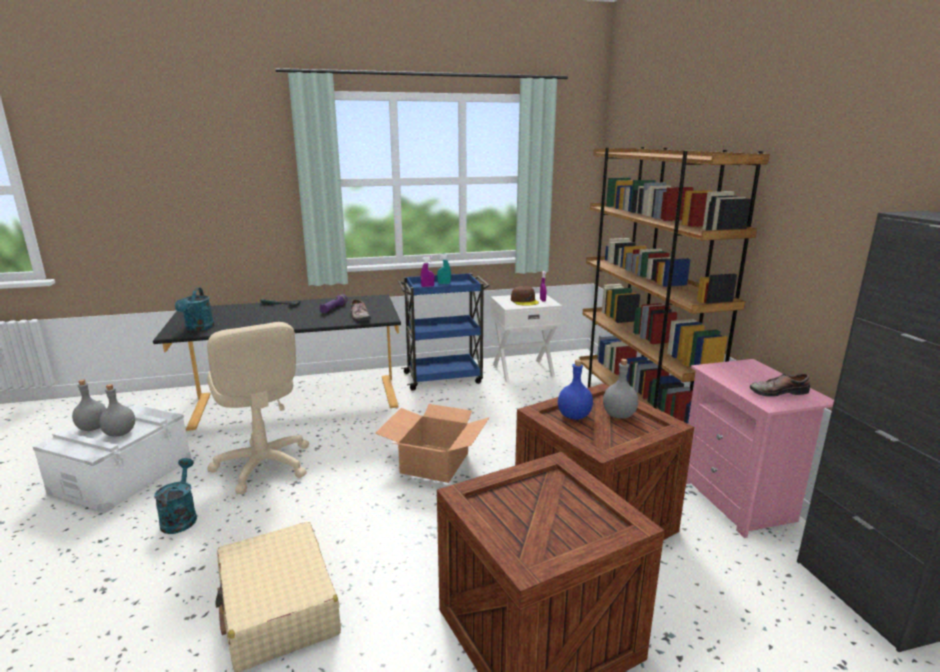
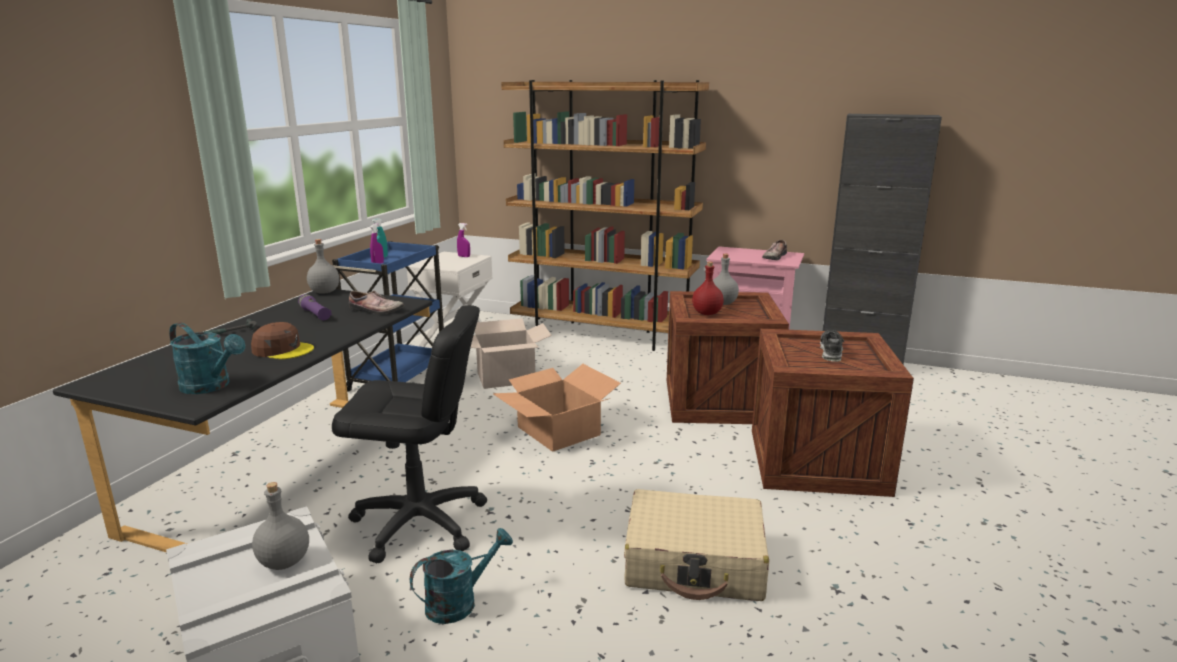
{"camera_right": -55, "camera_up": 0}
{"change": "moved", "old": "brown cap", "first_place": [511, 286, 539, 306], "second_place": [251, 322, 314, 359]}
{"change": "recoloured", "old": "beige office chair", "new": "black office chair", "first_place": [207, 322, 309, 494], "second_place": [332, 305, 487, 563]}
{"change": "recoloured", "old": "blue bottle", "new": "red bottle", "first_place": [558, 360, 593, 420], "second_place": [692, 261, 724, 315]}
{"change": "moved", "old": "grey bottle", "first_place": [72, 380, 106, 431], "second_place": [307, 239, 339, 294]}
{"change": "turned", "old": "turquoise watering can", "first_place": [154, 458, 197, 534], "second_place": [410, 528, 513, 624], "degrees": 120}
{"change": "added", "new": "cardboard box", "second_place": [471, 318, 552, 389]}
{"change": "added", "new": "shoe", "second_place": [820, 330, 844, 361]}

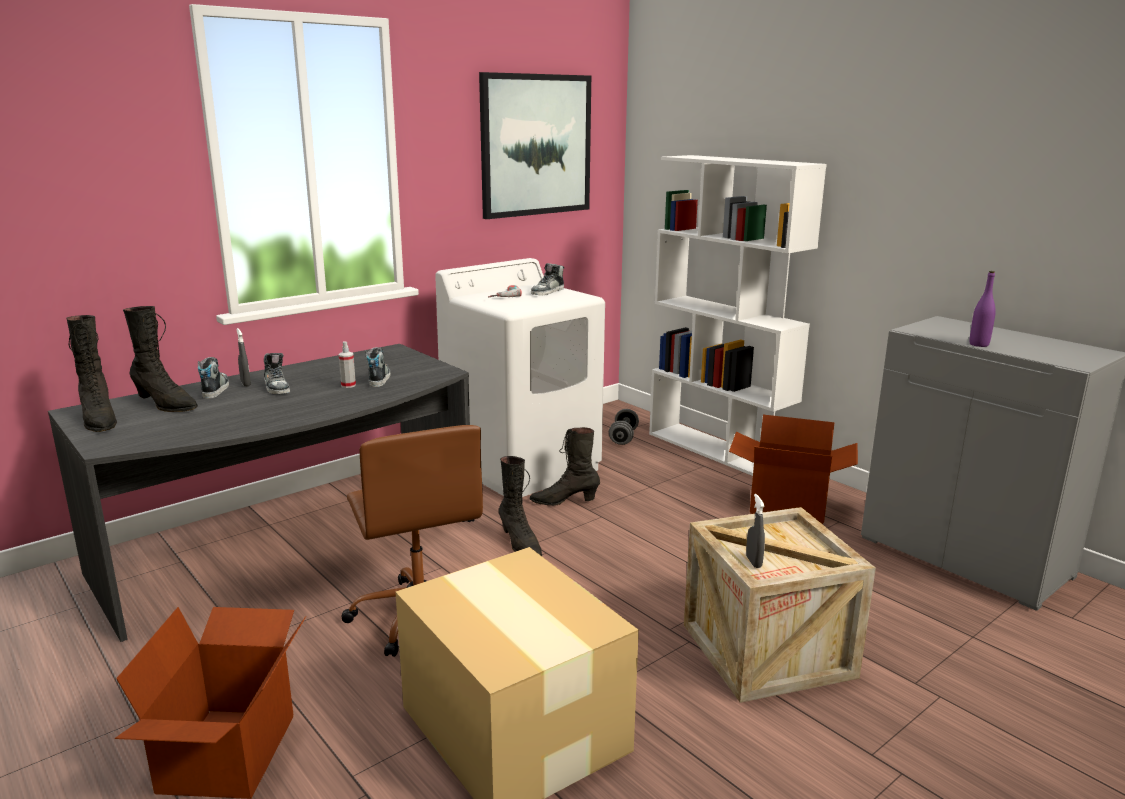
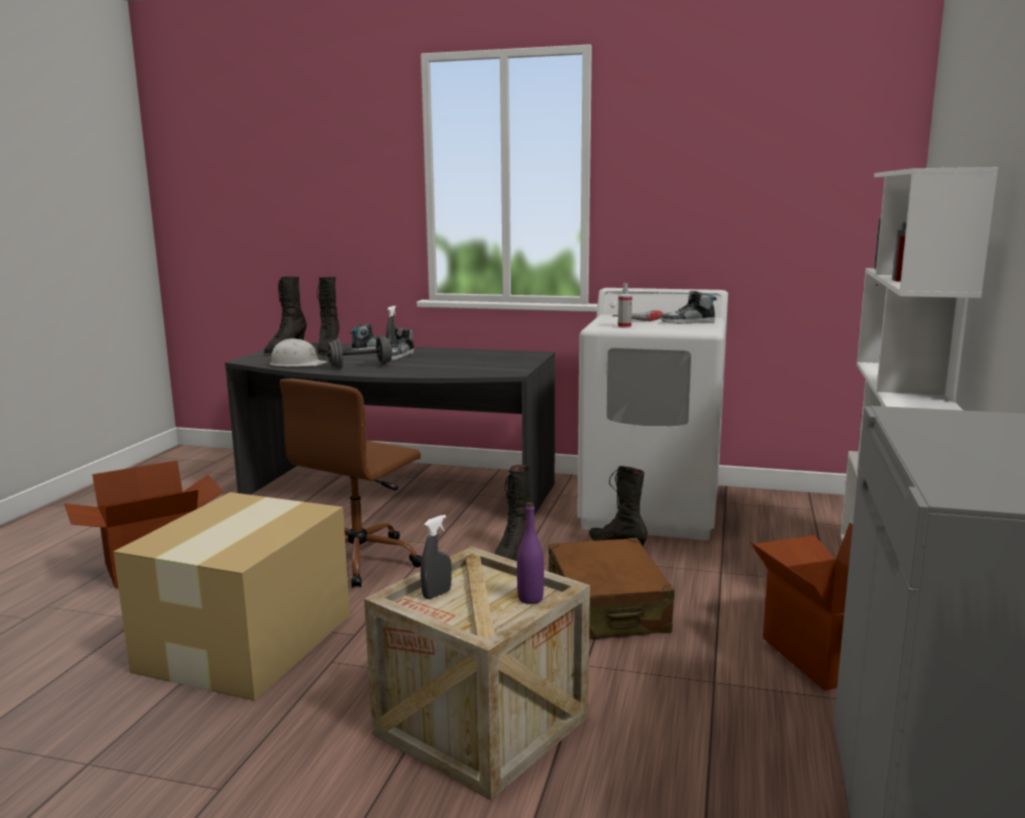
{"camera_right": 55, "camera_up": -5}
{"change": "removed", "old": "picture", "first_place": [479, 72, 591, 219]}
{"change": "moved", "old": "purple bottle", "first_place": [969, 271, 996, 347], "second_place": [517, 502, 544, 604]}
{"change": "moved", "old": "spray bottle", "first_place": [339, 341, 356, 388], "second_place": [618, 283, 632, 328]}
{"change": "removed", "old": "shoe", "first_place": [365, 347, 390, 387]}
{"change": "moved", "old": "grey dumbbell", "first_place": [609, 409, 639, 445], "second_place": [327, 335, 392, 369]}
{"change": "added", "new": "white hard hat", "second_place": [267, 338, 327, 367]}
{"change": "added", "new": "brown suitcase", "second_place": [548, 538, 675, 639]}

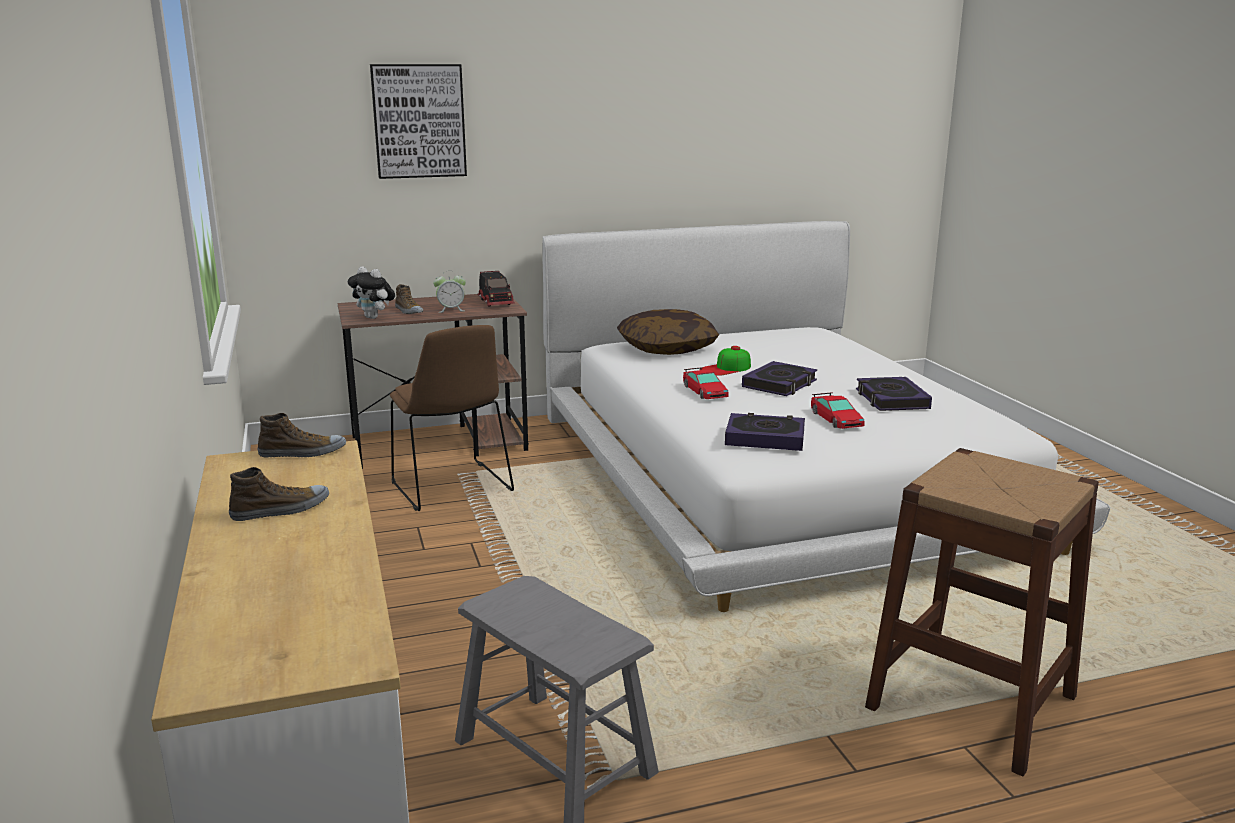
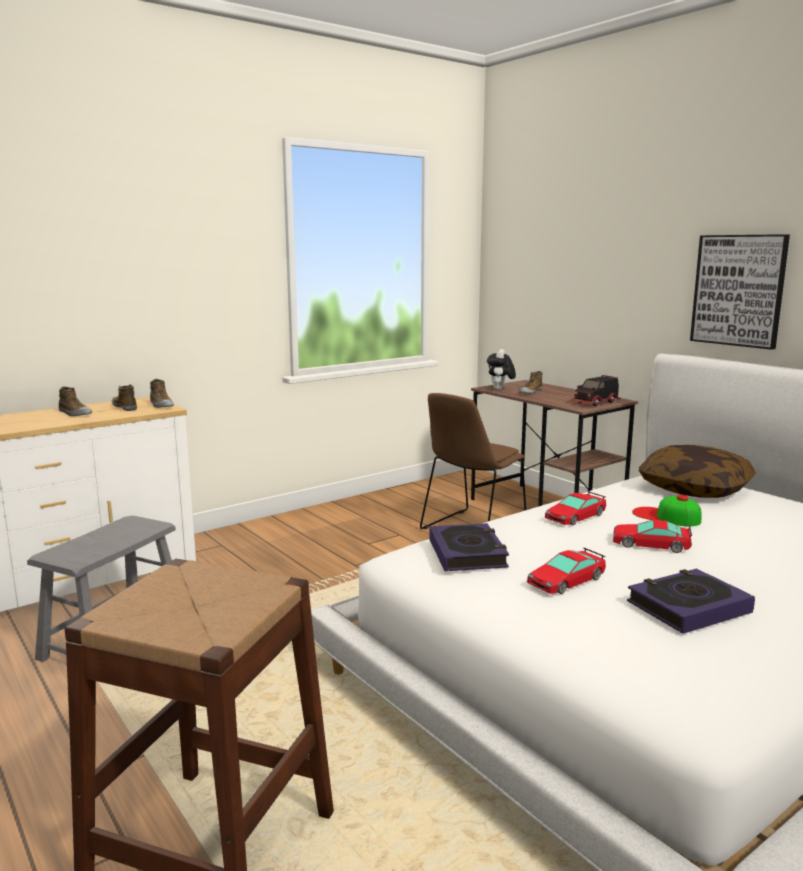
{"camera_right": 70, "camera_up": -5}
{"change": "moved", "old": "picture", "first_place": [370, 64, 467, 179], "second_place": [690, 234, 790, 350]}
{"change": "removed", "old": "alarm clock", "first_place": [433, 272, 466, 313]}
{"change": "replaced", "old": "book", "new": "toy car", "first_place": [742, 361, 817, 396], "second_place": [613, 519, 692, 553]}
{"change": "added", "new": "shoe", "second_place": [112, 385, 137, 411]}

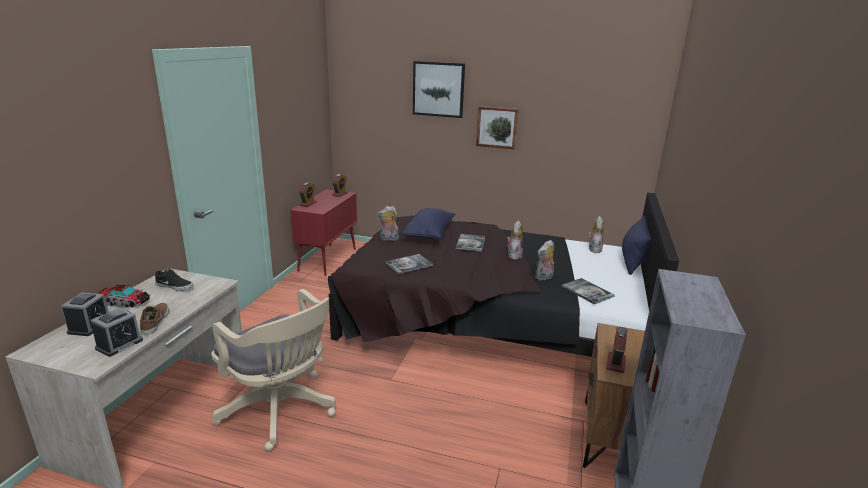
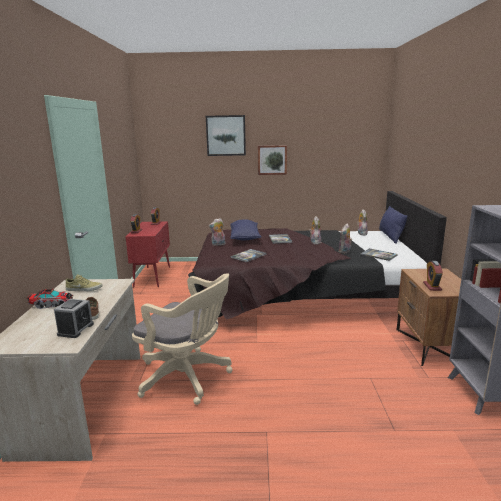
{"camera_right": -15, "camera_up": -5}
{"change": "recoloured", "old": "black shoe", "new": "beige shoe", "first_place": [155, 268, 193, 291], "second_place": [66, 274, 103, 291]}
{"change": "removed", "old": "alarm clock", "first_place": [61, 293, 108, 336]}

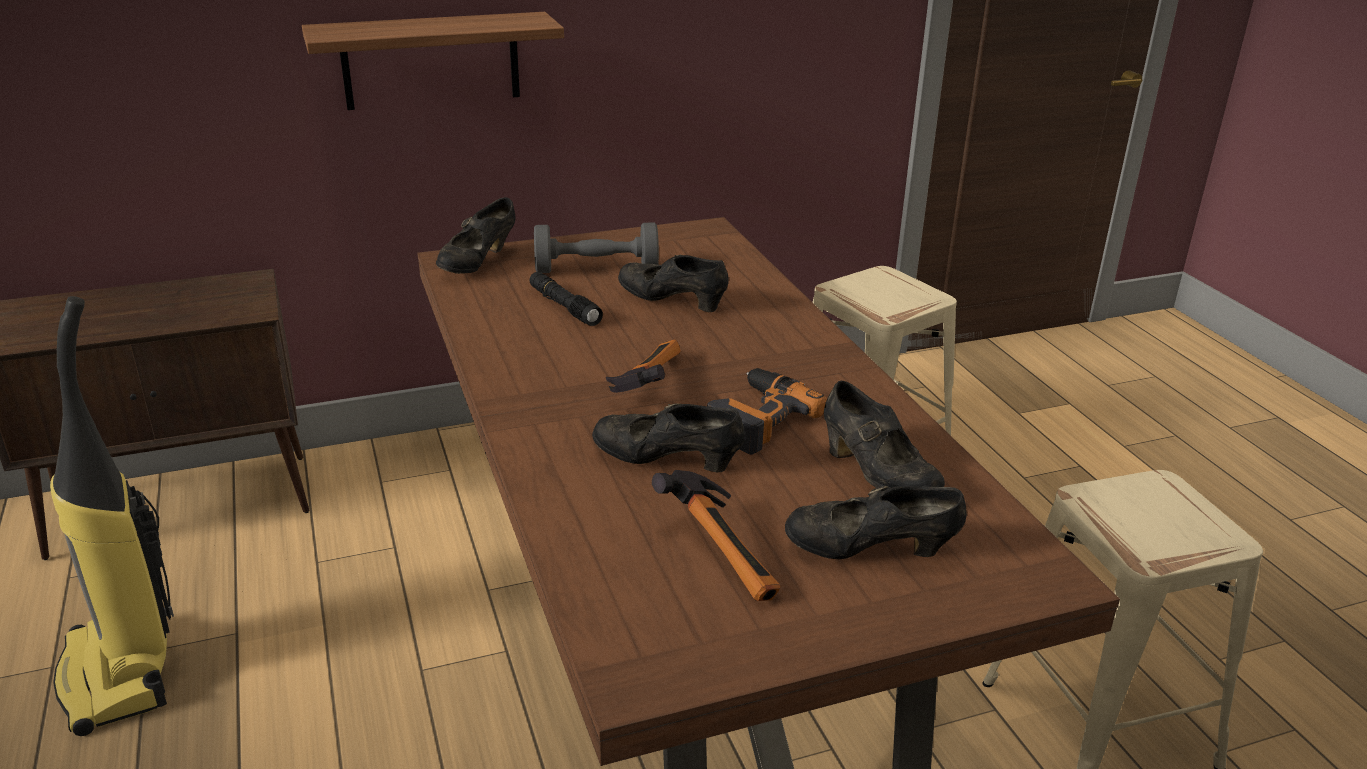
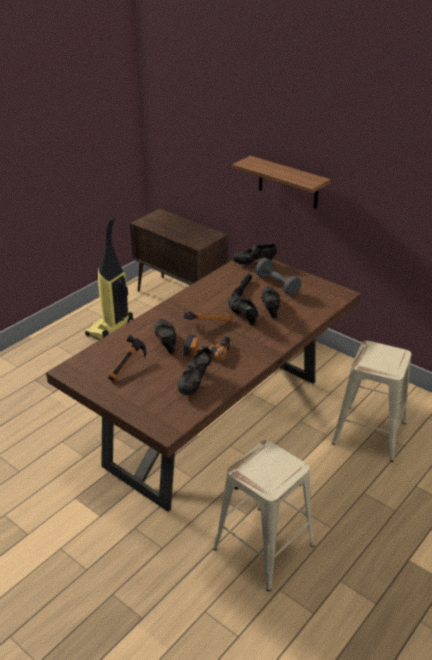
{"camera_right": 60, "camera_up": 5}
{"change": "moved", "old": "black shoe", "first_place": [785, 486, 967, 559], "second_place": [228, 295, 258, 325]}

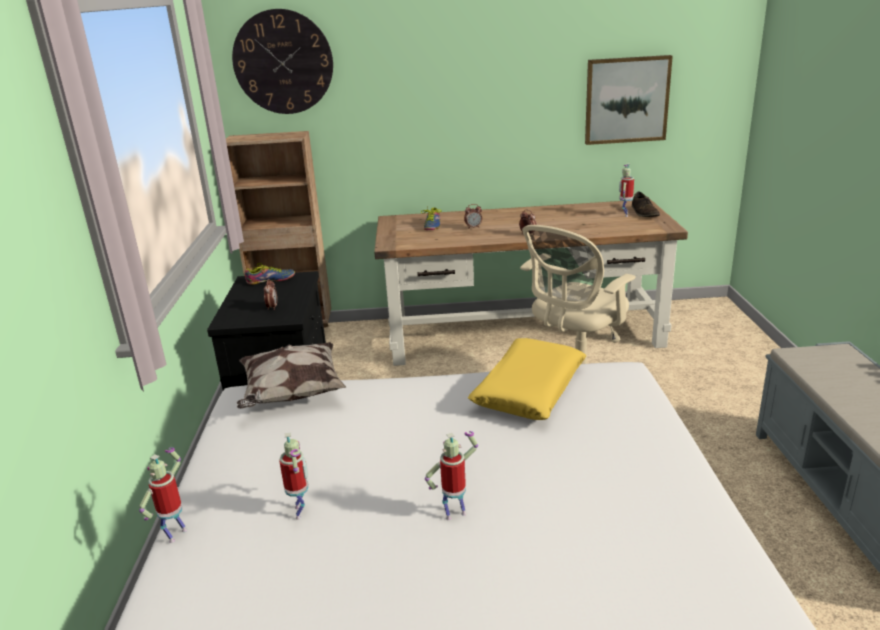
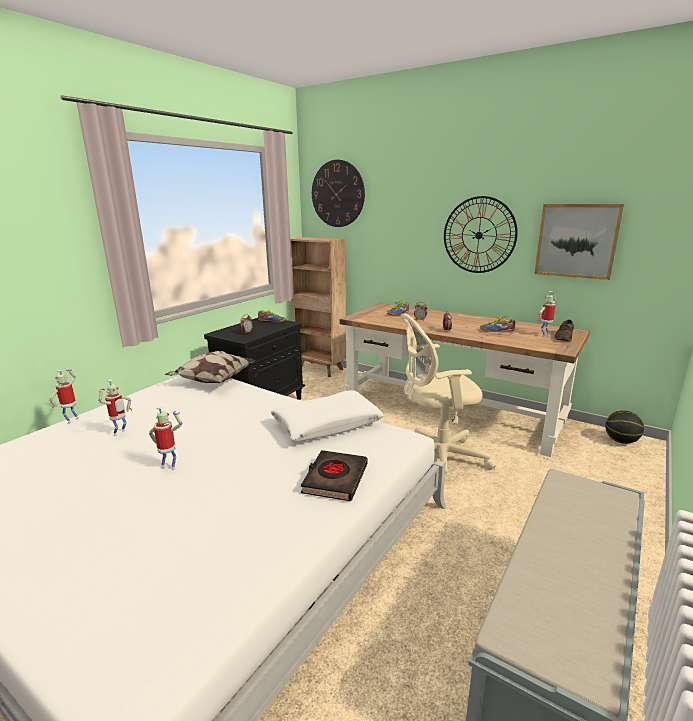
{"camera_right": 35, "camera_up": -5}
{"change": "recoloured", "old": "yellow pillow", "new": "white pillow", "first_place": [468, 338, 586, 420], "second_place": [271, 390, 384, 441]}
{"change": "turned", "old": "toy robot", "first_place": [139, 448, 187, 543], "second_place": [49, 369, 79, 423], "degrees": -45}
{"change": "added", "new": "wall clock", "second_place": [444, 196, 518, 273]}
{"change": "added", "new": "shoe", "second_place": [480, 316, 515, 332]}
{"change": "added", "new": "basketball", "second_place": [605, 410, 644, 444]}
{"change": "added", "new": "black book", "second_place": [301, 450, 367, 501]}

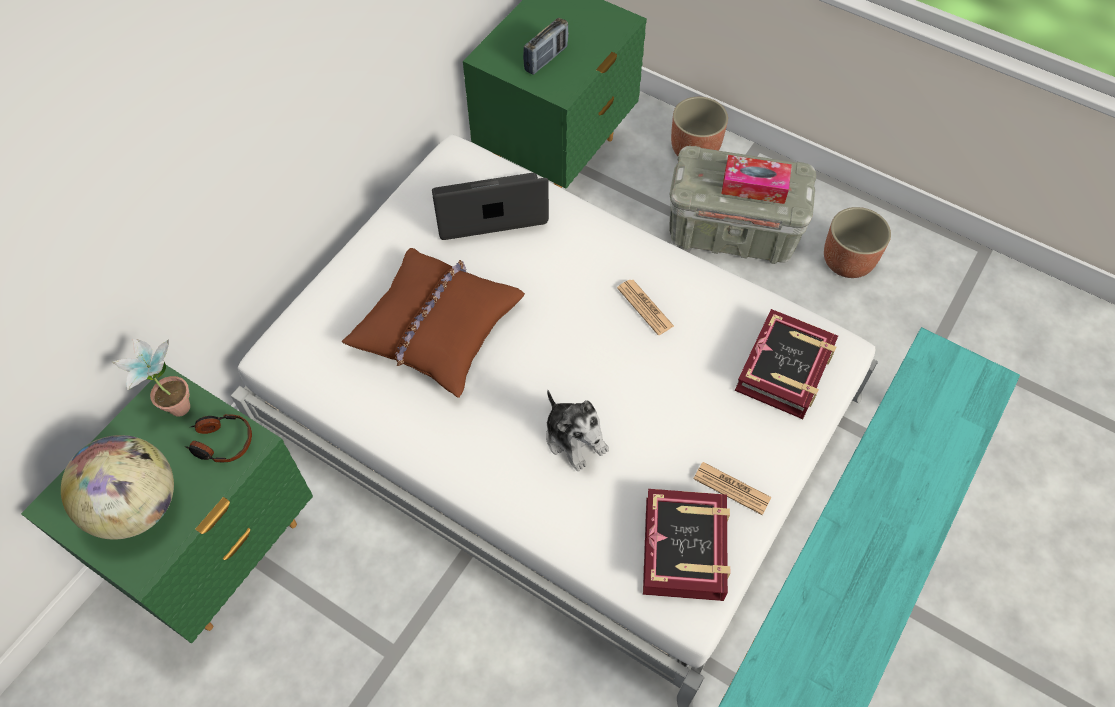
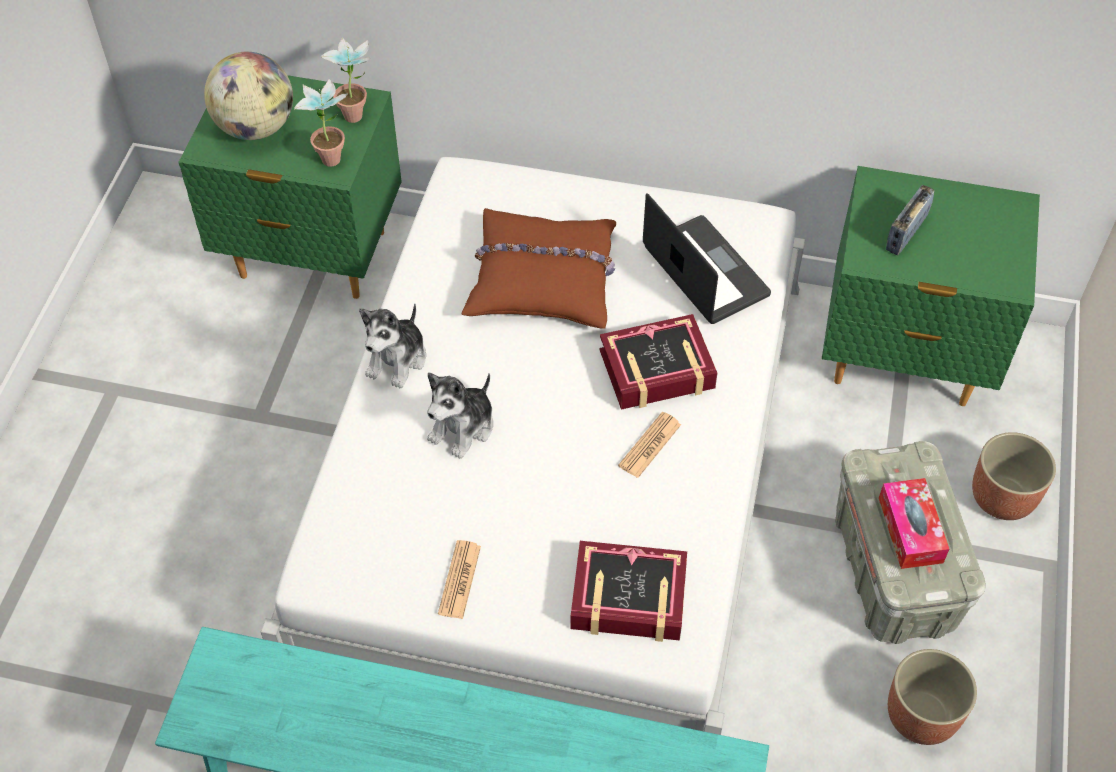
{"camera_right": 70, "camera_up": -5}
{"change": "turned", "old": "radio", "first_place": [523, 18, 568, 75], "second_place": [886, 185, 935, 255], "degrees": 105}
{"change": "replaced", "old": "headphones", "new": "potted plant", "first_place": [184, 414, 252, 462], "second_place": [294, 79, 348, 167]}
{"change": "moved", "old": "book", "first_place": [643, 489, 730, 601], "second_place": [599, 314, 718, 410]}
{"change": "added", "new": "plush toy", "second_place": [359, 303, 426, 388]}

